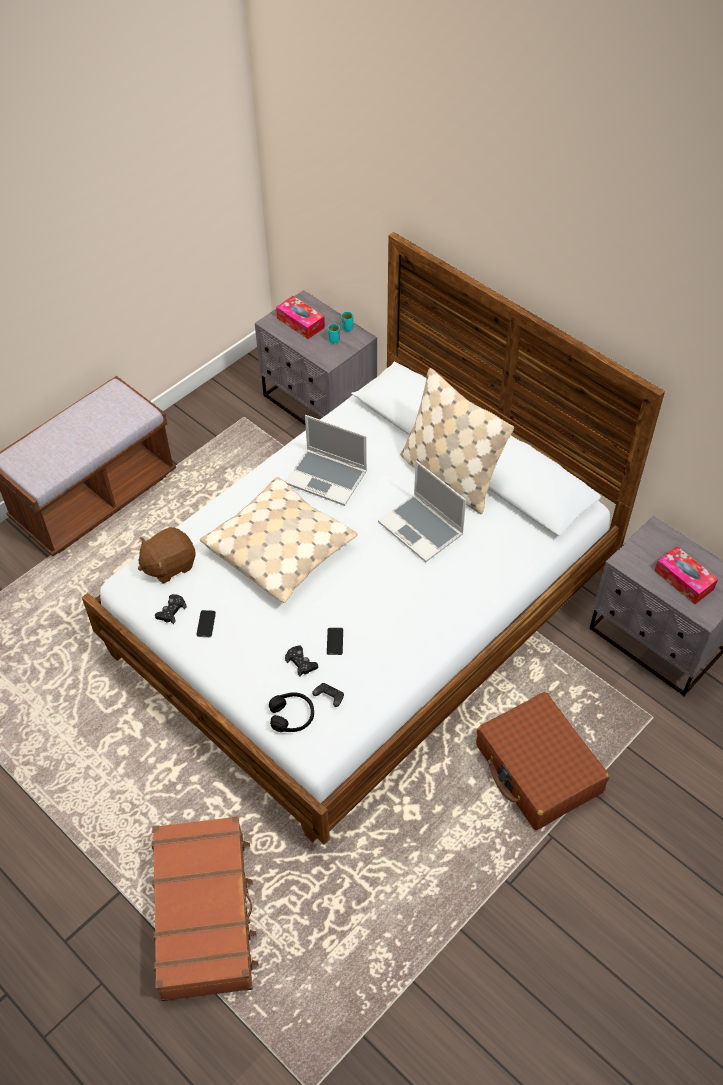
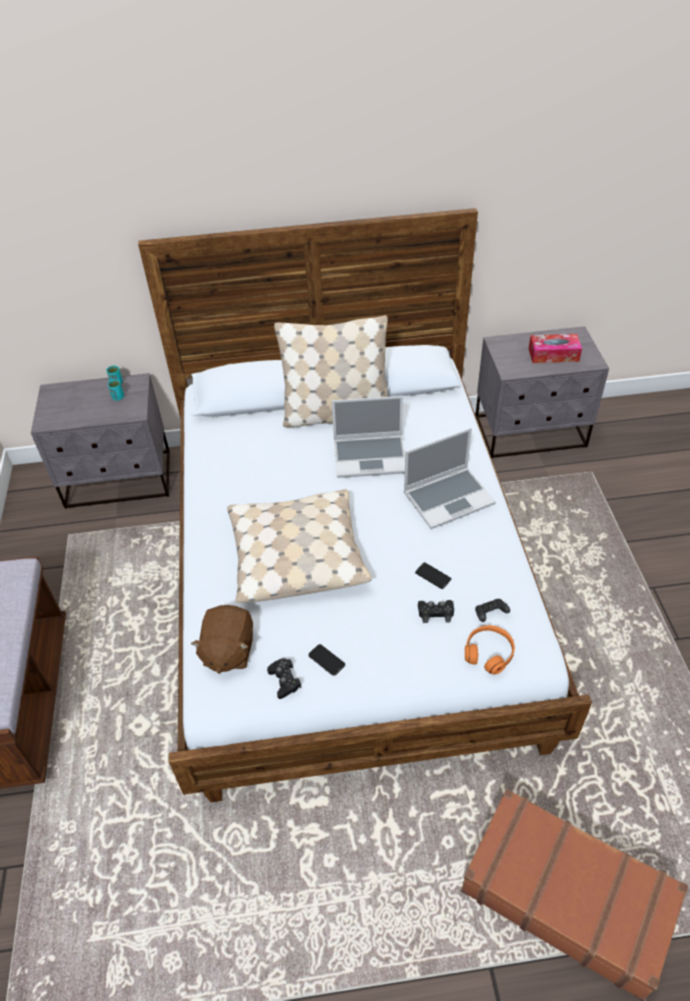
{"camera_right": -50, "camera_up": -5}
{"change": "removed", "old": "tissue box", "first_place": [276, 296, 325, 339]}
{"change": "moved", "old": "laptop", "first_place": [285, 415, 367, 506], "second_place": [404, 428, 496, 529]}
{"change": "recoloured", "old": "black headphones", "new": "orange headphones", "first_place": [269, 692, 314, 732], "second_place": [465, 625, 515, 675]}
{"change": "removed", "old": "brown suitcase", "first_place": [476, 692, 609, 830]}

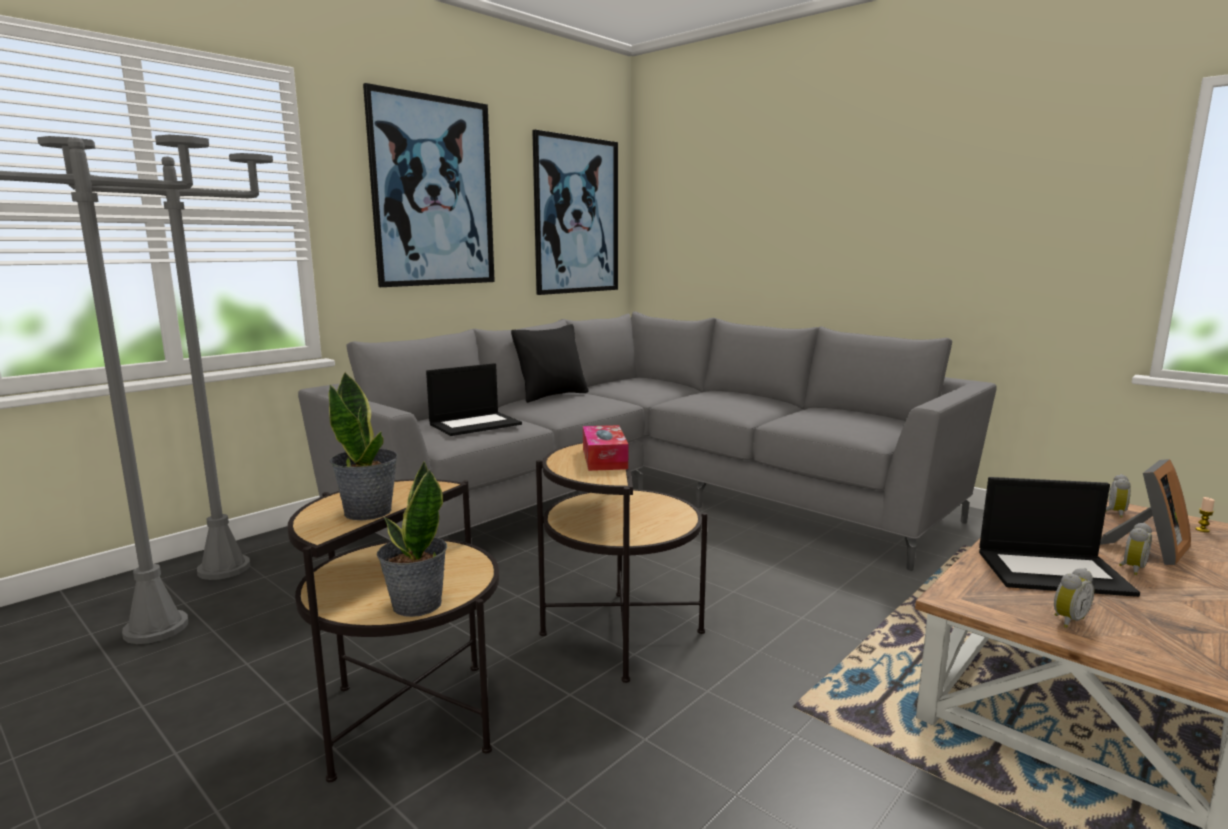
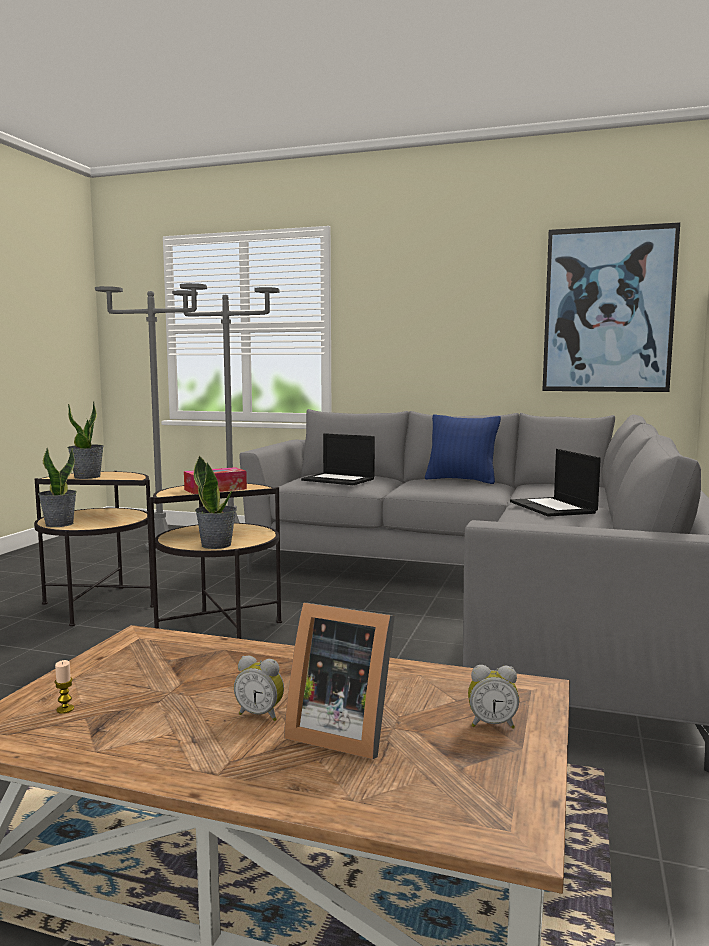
{"camera_right": 65, "camera_up": -5}
{"change": "removed", "old": "picture", "first_place": [363, 83, 495, 287]}
{"change": "recoloured", "old": "black pillow", "new": "blue pillow", "first_place": [511, 324, 589, 403], "second_place": [425, 414, 501, 484]}
{"change": "moved", "old": "laptop", "first_place": [979, 477, 1140, 597], "second_place": [510, 449, 601, 517]}
{"change": "moved", "old": "candle", "first_place": [1195, 497, 1215, 532], "second_place": [55, 660, 74, 714]}
{"change": "removed", "old": "alarm clock", "first_place": [1054, 568, 1094, 628]}
{"change": "added", "new": "potted plant", "second_place": [194, 455, 237, 549]}

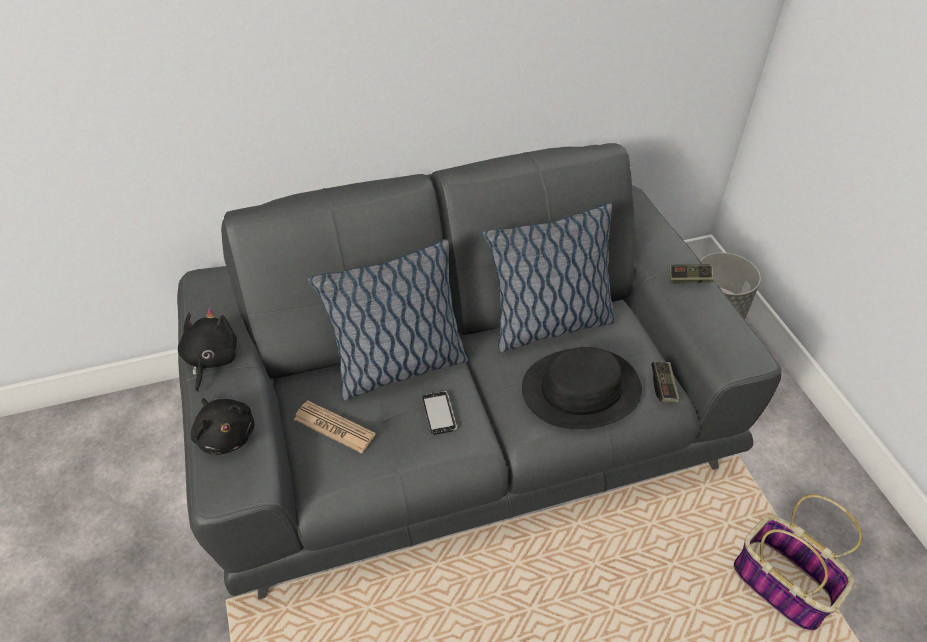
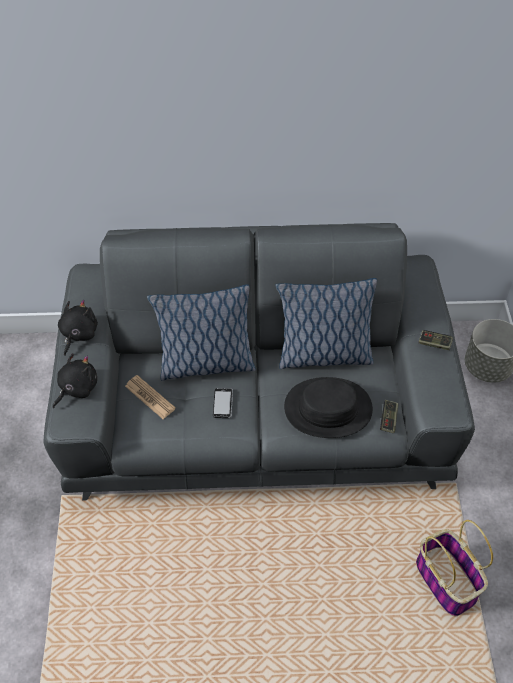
{"camera_right": 15, "camera_up": 5}
{"change": "turned", "old": "black plush toy", "first_place": [190, 398, 254, 455], "second_place": [53, 353, 97, 408], "degrees": -120}

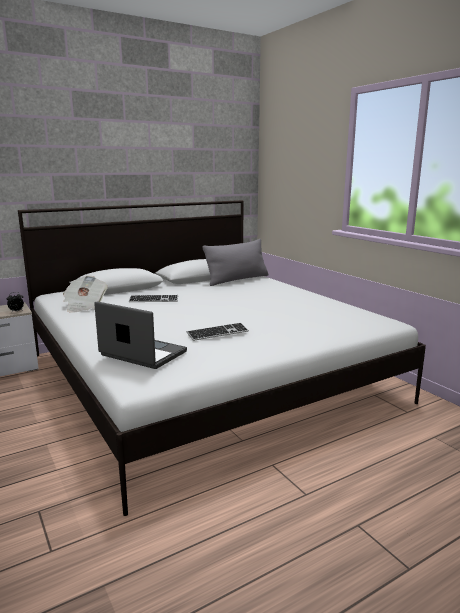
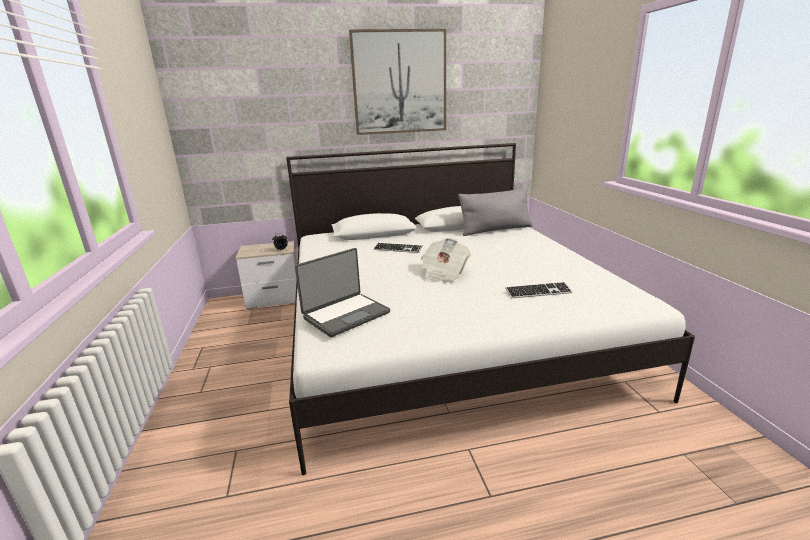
{"camera_right": 20, "camera_up": 5}
{"change": "moved", "old": "newspaper", "first_place": [63, 276, 108, 313], "second_place": [421, 238, 471, 282]}
{"change": "turned", "old": "laptop", "first_place": [94, 301, 187, 369], "second_place": [295, 248, 390, 337], "degrees": 90}
{"change": "moved", "old": "keyboard", "first_place": [187, 323, 249, 341], "second_place": [505, 282, 573, 298]}
{"change": "added", "new": "picture", "second_place": [349, 29, 446, 135]}

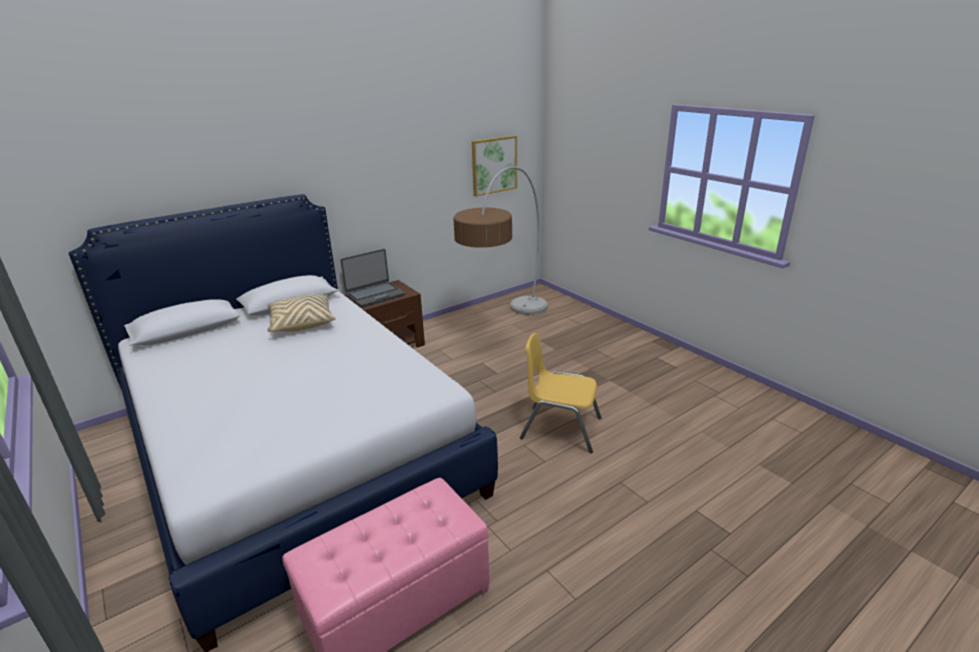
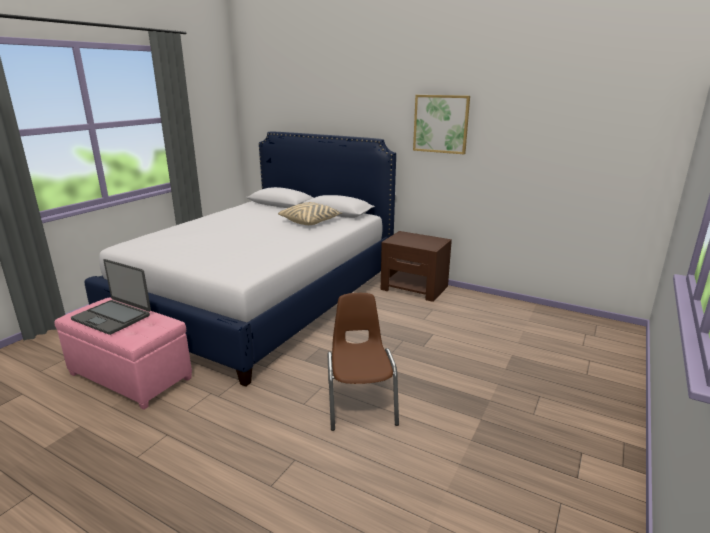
{"camera_right": 65, "camera_up": -5}
{"change": "moved", "old": "picture", "first_place": [472, 135, 517, 197], "second_place": [413, 95, 470, 154]}
{"change": "removed", "old": "floor lamp", "first_place": [453, 166, 548, 315]}
{"change": "moved", "old": "laptop", "first_place": [340, 249, 405, 307], "second_place": [71, 259, 151, 335]}
{"change": "recoloured", "old": "yellow chair", "new": "brown chair", "first_place": [520, 333, 601, 453], "second_place": [328, 293, 399, 431]}

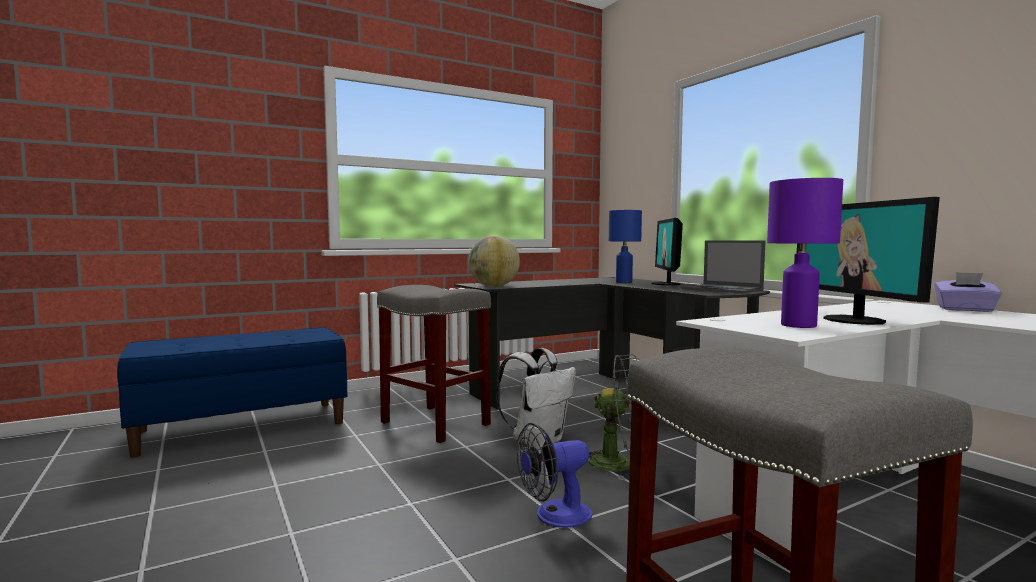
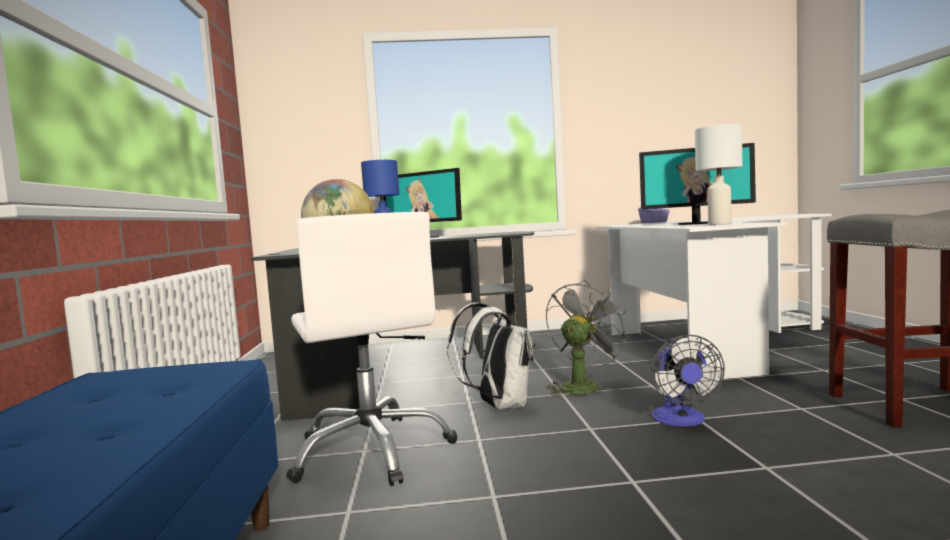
{"camera_right": -65, "camera_up": 0}
{"change": "recoloured", "old": "purple table lamp", "new": "white table lamp", "first_place": [767, 178, 843, 328], "second_place": [695, 124, 742, 225]}
{"change": "removed", "old": "laptop", "first_place": [682, 240, 765, 293]}
{"change": "replaced", "old": "grey stool", "new": "white office chair", "first_place": [377, 285, 491, 443], "second_place": [286, 212, 458, 486]}

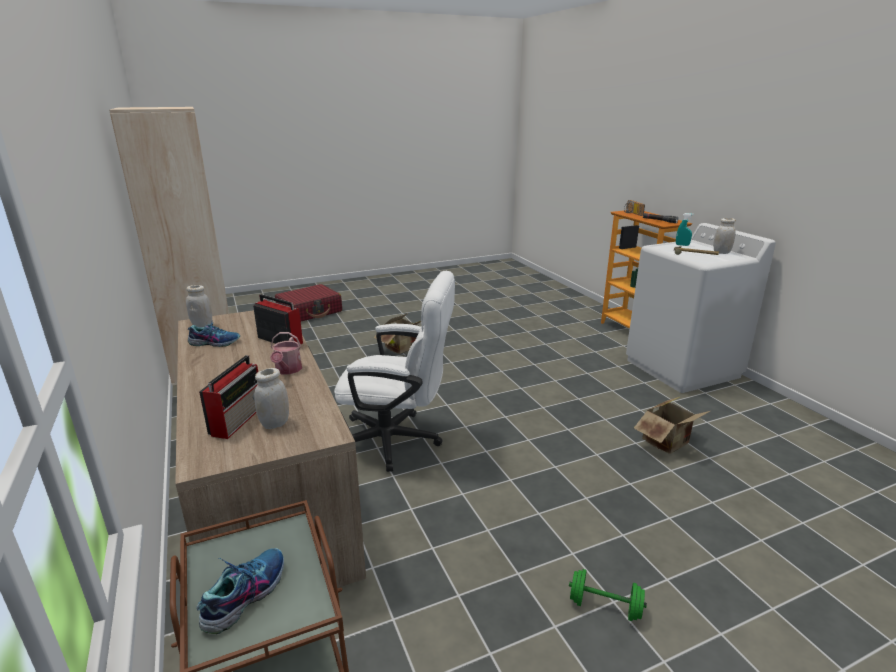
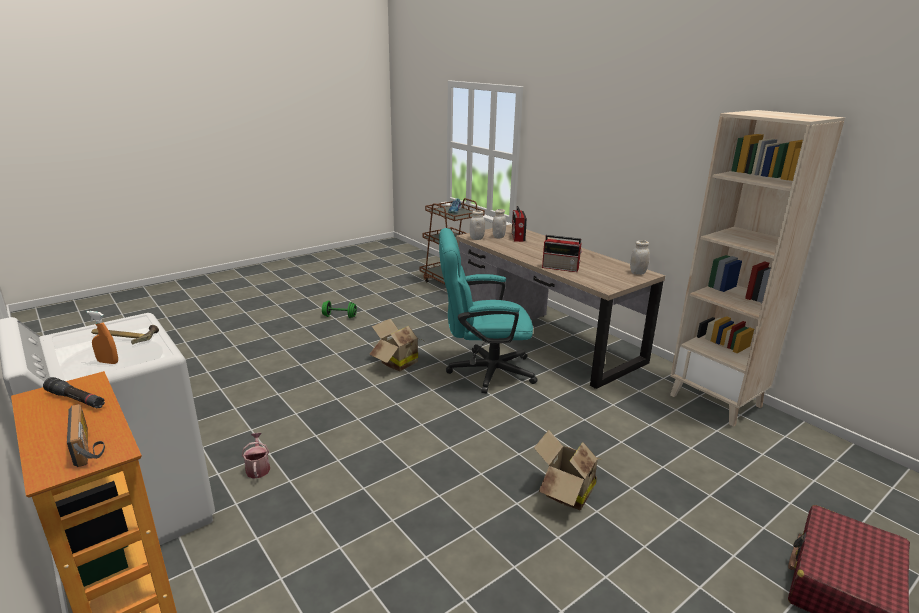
{"camera_right": 165, "camera_up": 0}
{"change": "recoloured", "old": "turquoise spray bottle", "new": "orange spray bottle", "first_place": [676, 213, 694, 246], "second_place": [87, 311, 118, 364]}
{"change": "moved", "old": "white jar", "first_place": [713, 218, 736, 254], "second_place": [470, 210, 485, 240]}
{"change": "recoloured", "old": "white office chair", "new": "turquoise office chair", "first_place": [334, 271, 455, 472], "second_place": [439, 228, 538, 394]}
{"change": "removed", "old": "shoe", "first_place": [188, 319, 240, 347]}
{"change": "moved", "old": "watering can", "first_place": [270, 332, 302, 374], "second_place": [242, 433, 270, 479]}
{"change": "moved", "old": "cardboard box", "first_place": [634, 397, 710, 454], "second_place": [369, 319, 428, 372]}

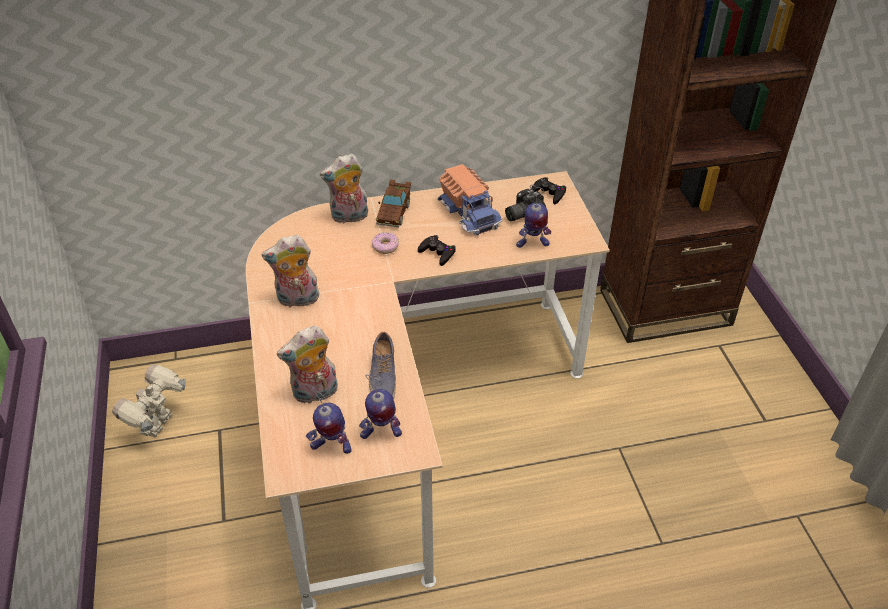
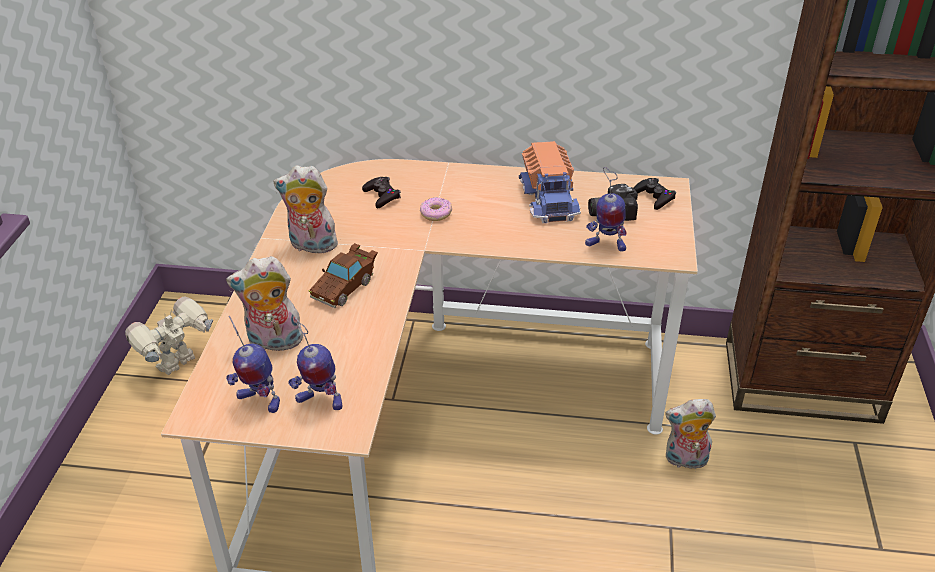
{"camera_right": 20, "camera_up": -5}
{"change": "moved", "old": "plush toy", "first_place": [320, 154, 368, 224], "second_place": [665, 399, 716, 469]}
{"change": "moved", "old": "brown toy car", "first_place": [376, 180, 411, 228], "second_place": [308, 243, 378, 309]}
{"change": "moved", "old": "black game controller", "first_place": [418, 235, 456, 266], "second_place": [362, 177, 401, 208]}
{"change": "removed", "old": "shoe", "first_place": [369, 332, 396, 399]}

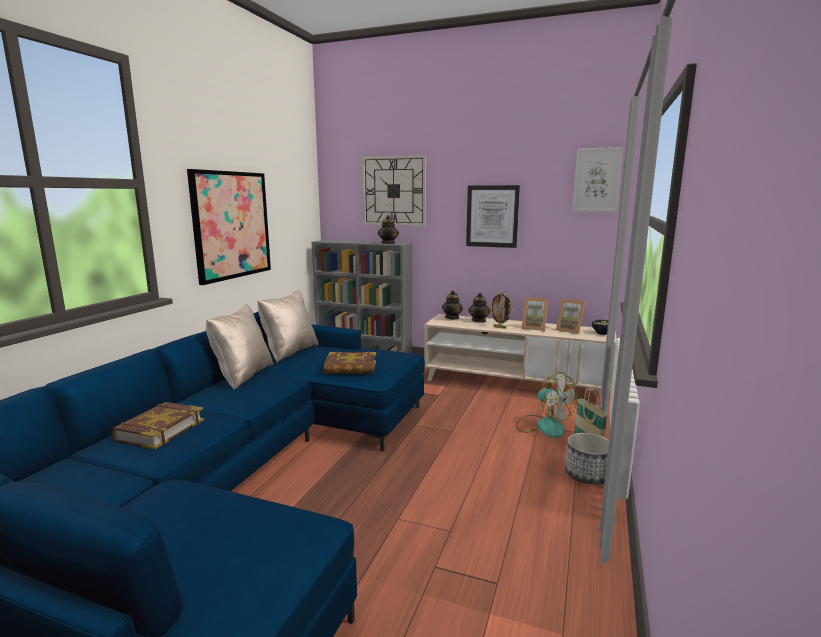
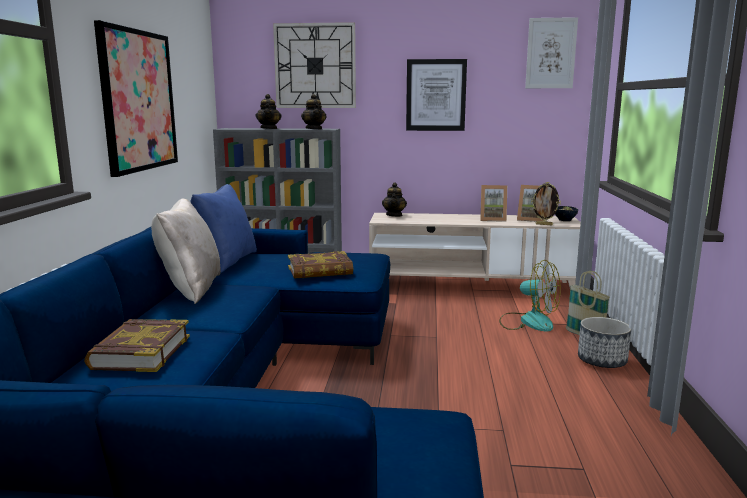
{"camera_right": -15, "camera_up": 0}
{"change": "recoloured", "old": "beige pillow", "new": "blue pillow", "first_place": [258, 290, 318, 363], "second_place": [190, 184, 257, 273]}
{"change": "moved", "old": "picture frame", "first_place": [490, 292, 512, 329], "second_place": [531, 182, 561, 225]}
{"change": "moved", "old": "teapot", "first_place": [468, 293, 490, 323], "second_place": [256, 94, 281, 129]}

